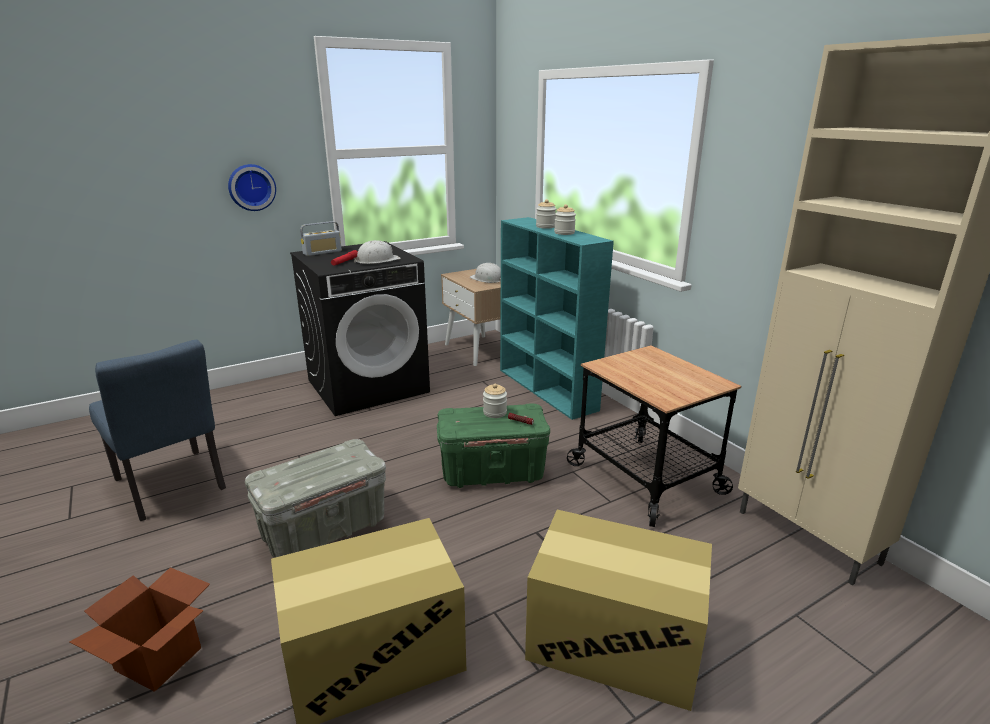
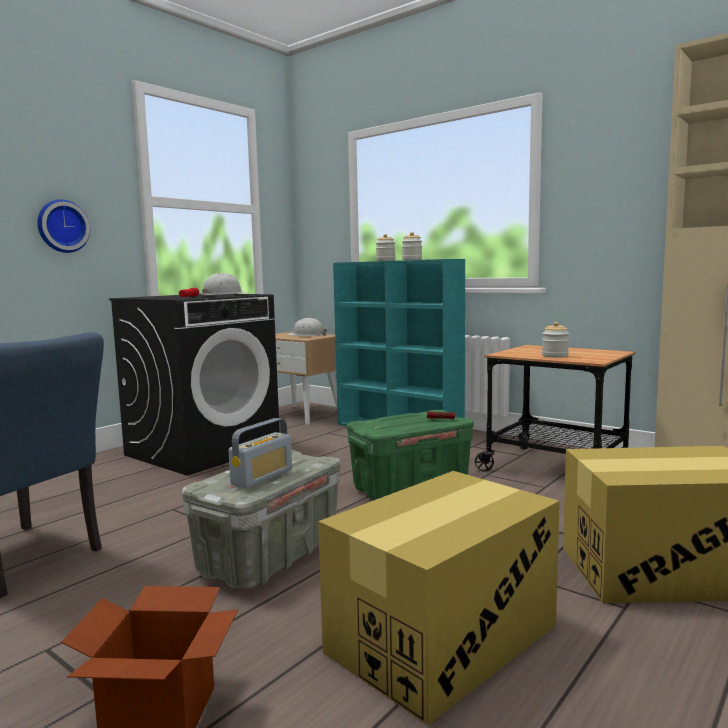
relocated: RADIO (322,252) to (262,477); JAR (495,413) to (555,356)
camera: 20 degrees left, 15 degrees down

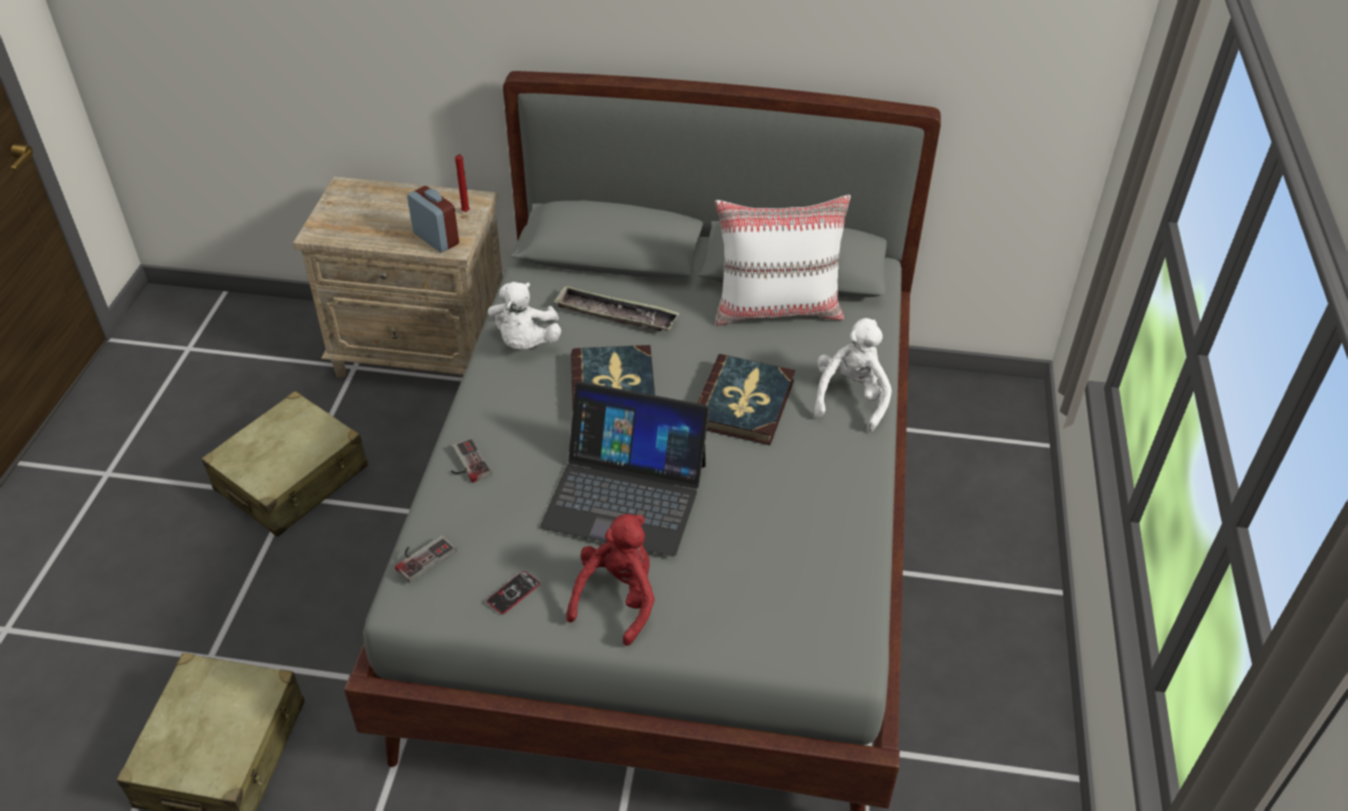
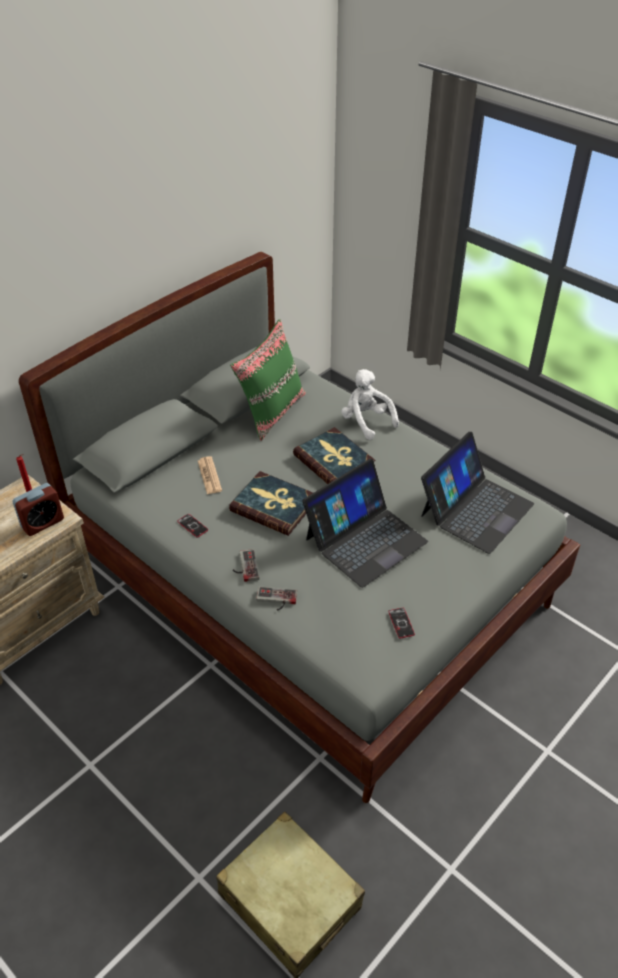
missing: BEIGE SUITCASE (292,479); RED PLUSH TOY (618,599)
appeared: LAPTOP (475,509)
relocated: GAME CONTROLLER (422,556) to (244,567)
exchanged: WHITE PLUSH TOY (525,343) to PHONE (192,526); TRAY (616,315) to NEWSPAPER (209,476)
colour: WHITE PILLOW (777,309) to GREEN PILLOW (272,412)
spun: ALARM CLOCK (436,239) = (42,523) 150 degrees clockwise
camera: 55 degrees left, 0 degrees up

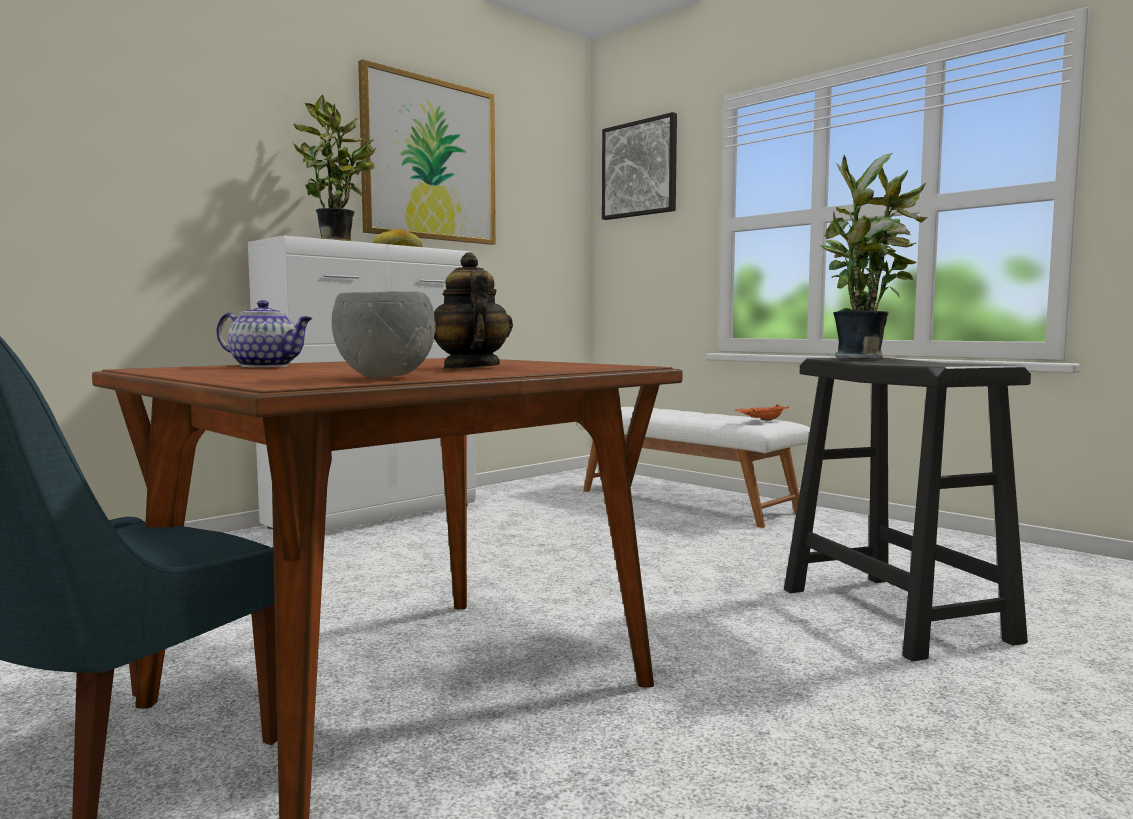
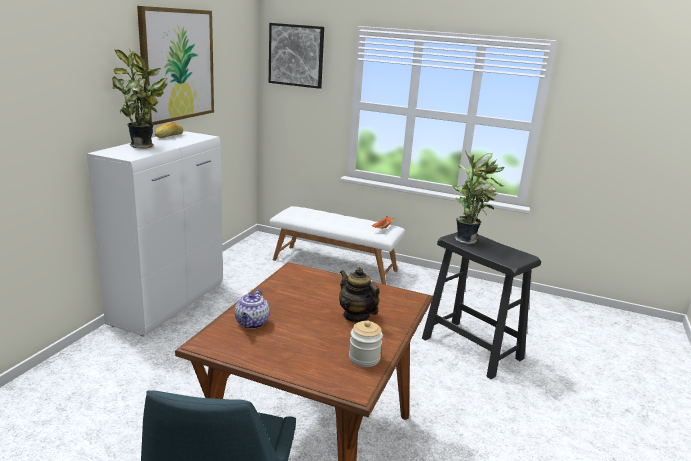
exchanged: GREY BOWL (386,377) to JAR (364,358)
spun: TEAPOT (267,366) = (252,323) 105 degrees clockwise
camera: 25 degrees left, 15 degrees up

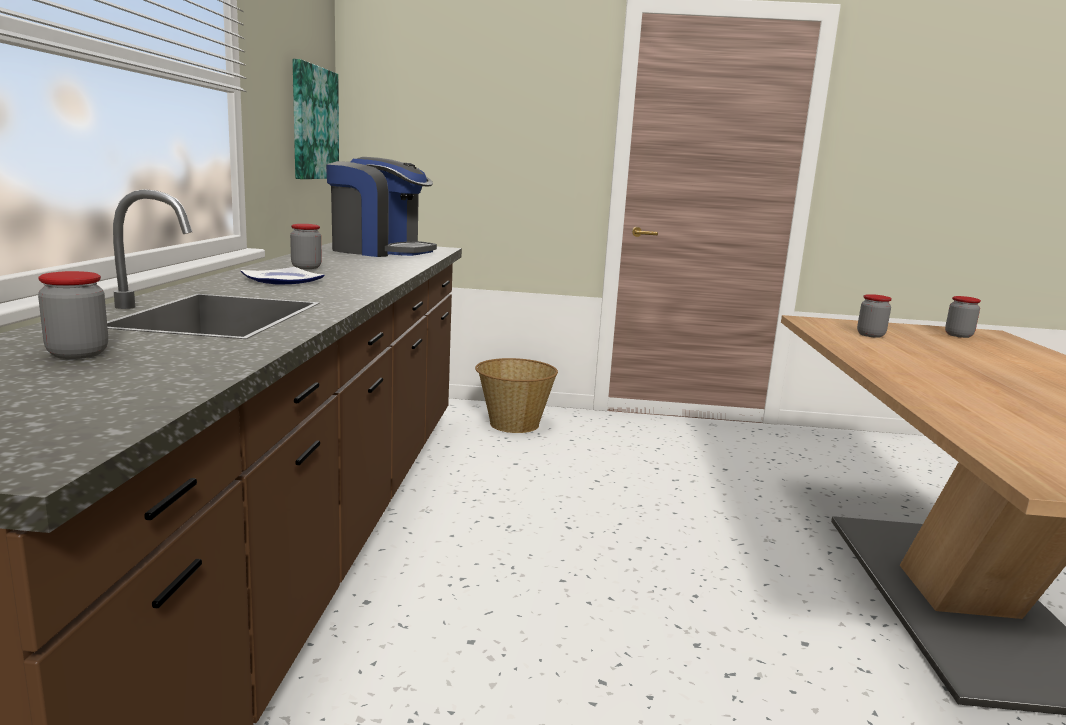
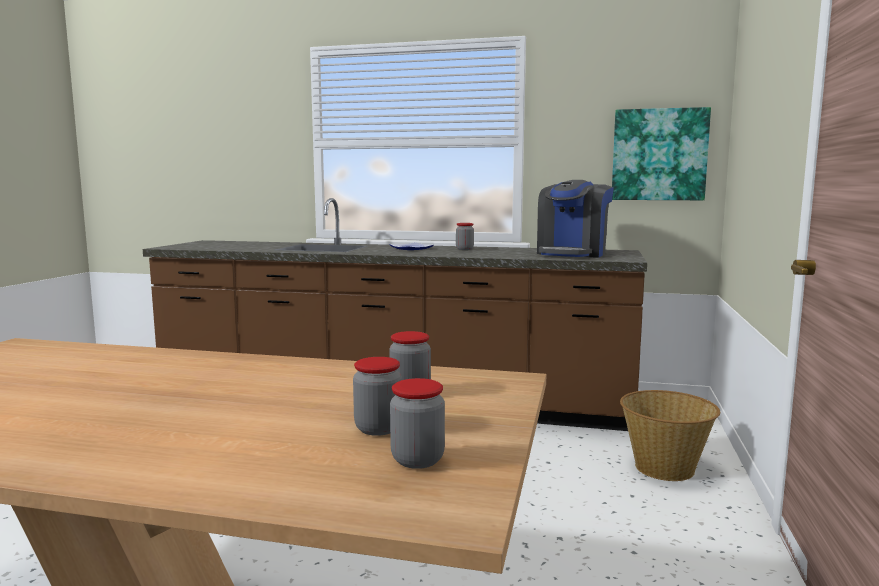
relocated: JAR (78,353) to (378,428)
camera: 100 degrees right, 5 degrees down

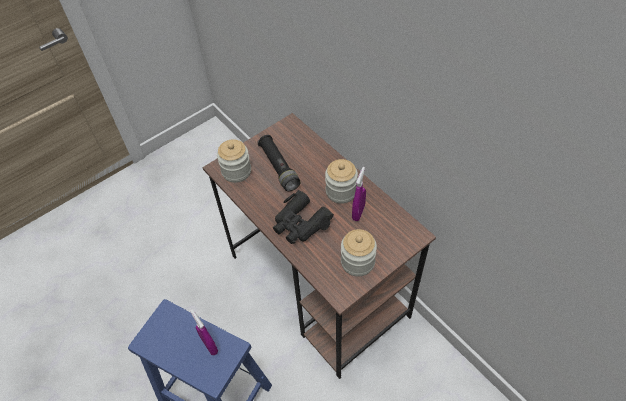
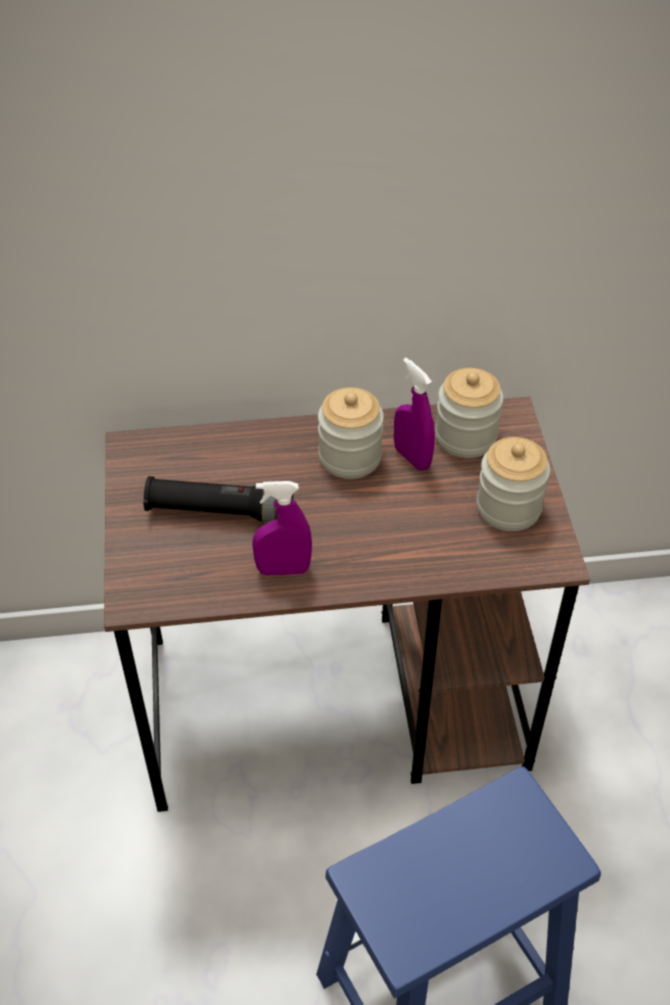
missing: BLACK BINOCULARS (300,223)
relocated: PURPLE SPRAY BOTTLE (209,345) to (283,570); JAR (236,171) to (465,437)
camera: 60 degrees left, 5 degrees down

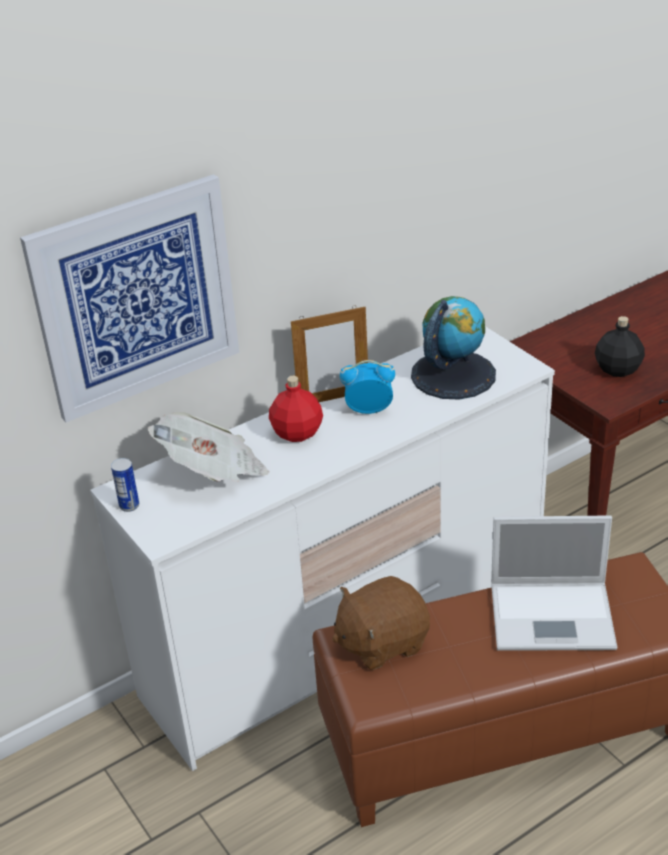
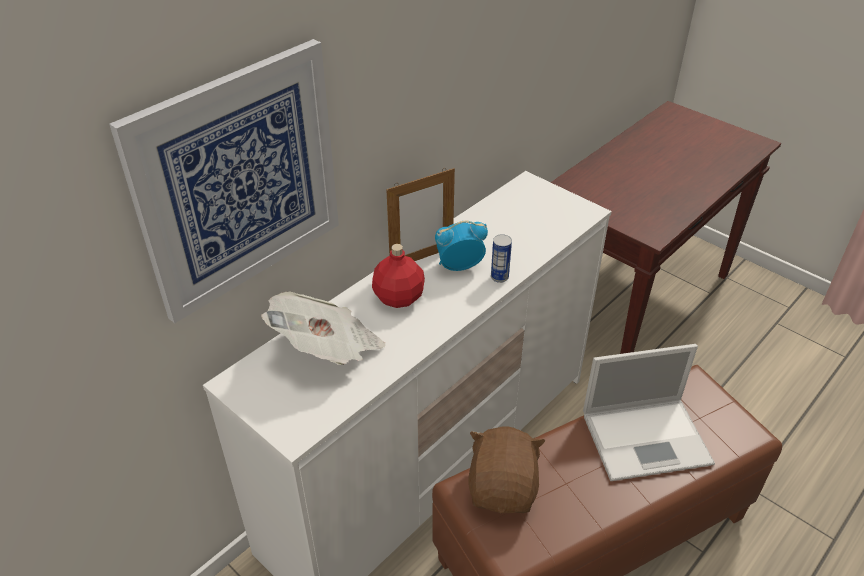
missing: GLOBE (453,374); BLACK BOTTLE (618,369)
relocated: CAN (129,505) to (499,277)
spun: BROWN PLUSH TOY (381,642) = (503,488) 135 degrees clockwise
camera: 15 degrees left, 5 degrees up

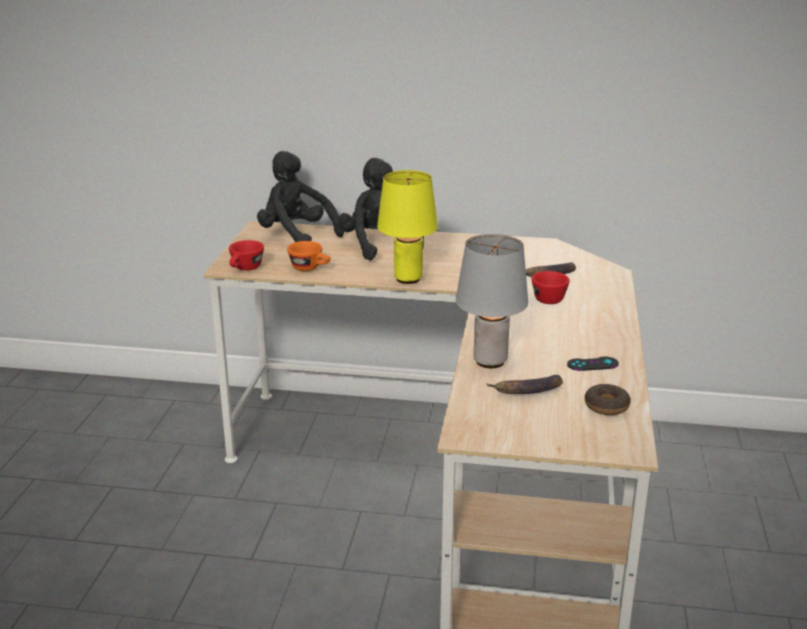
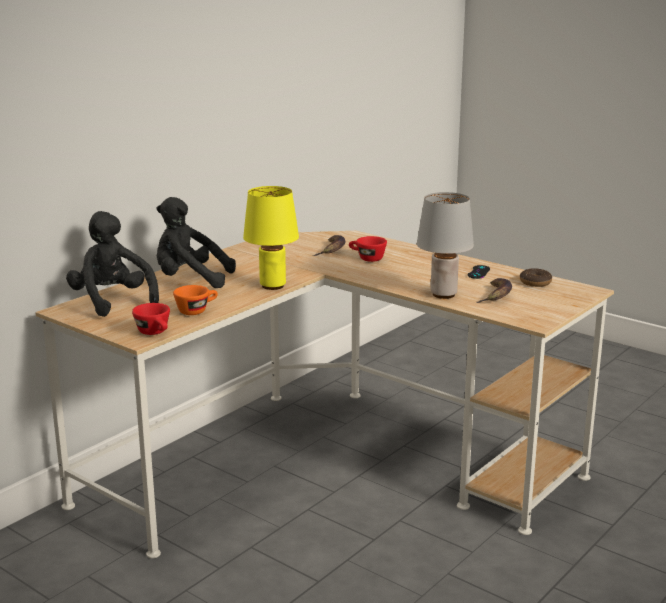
spun: BLACK PLUSH TOY (296,236) = (112,302) 75 degrees clockwise
camera: 60 degrees left, 5 degrees down

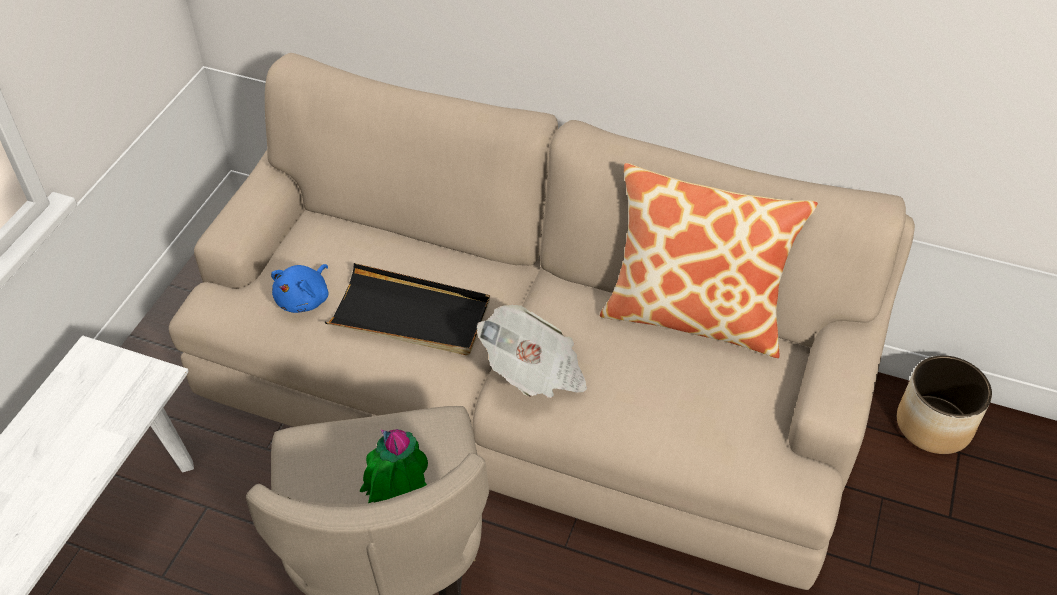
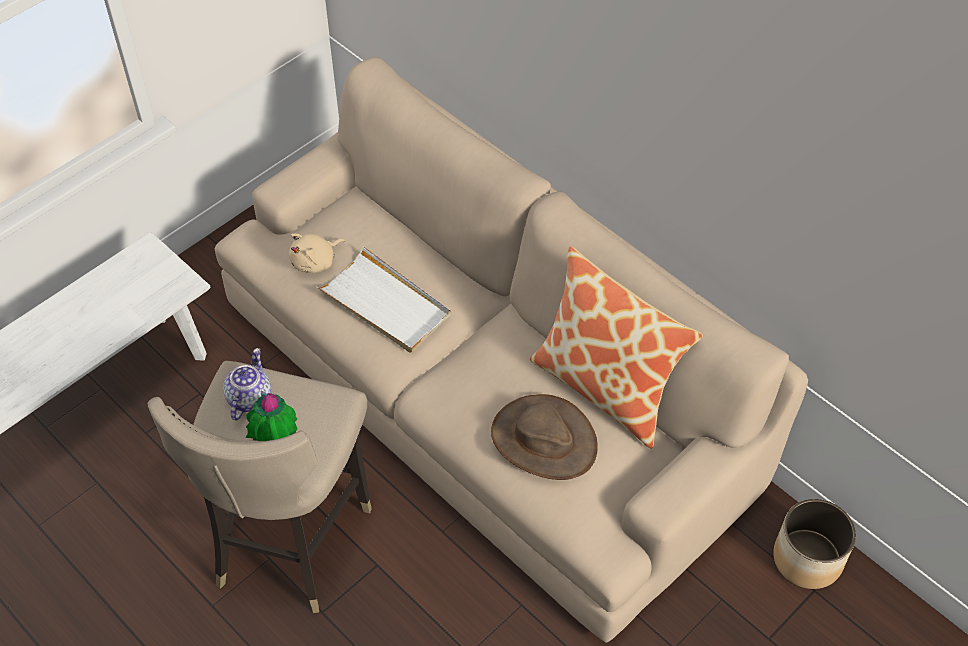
missing: NEWSPAPER (534,372)
appeared: TEAPOT (249,397); BROWN HAT (543,440)
colour: BLUE PLUSH TOY (305,299) to BEIGE PLUSH TOY (315,261); BLACK TRAY (410,315) to WHITE TRAY (385,304)
camera: 25 degrees right, 5 degrees up

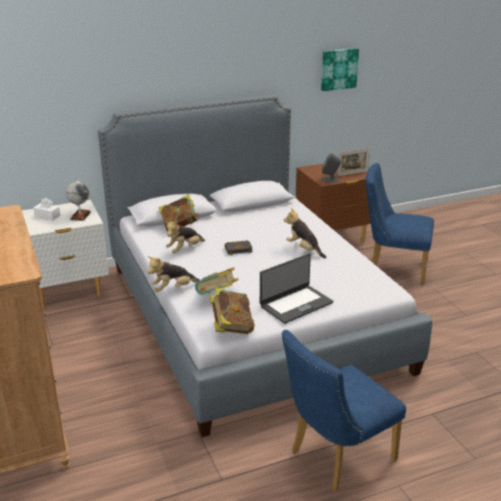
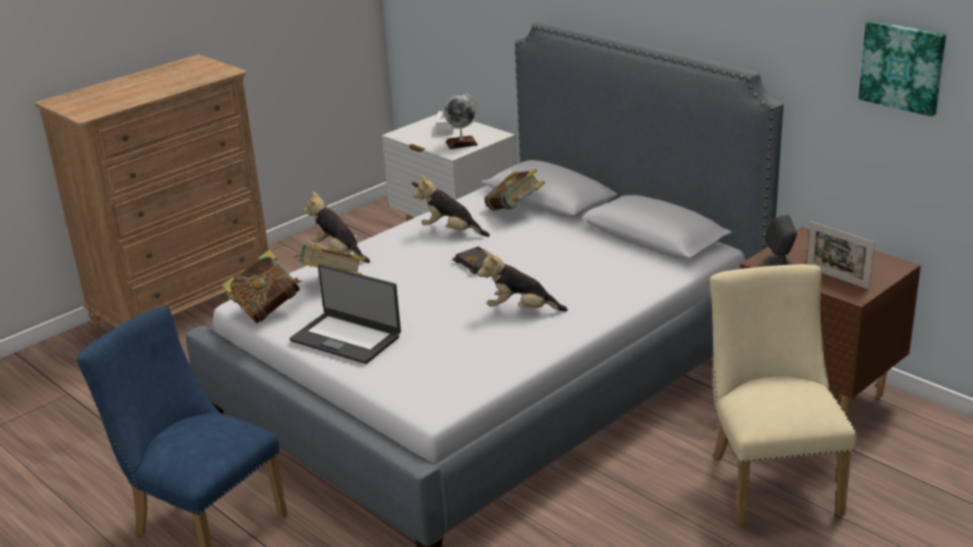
colour: BLUE CHAIR (392,267) to BEIGE CHAIR (771,479)
spun: PLUSH TOY (304,249) = (521,310) 105 degrees counterclockwise
camera: 70 degrees right, 0 degrees up

